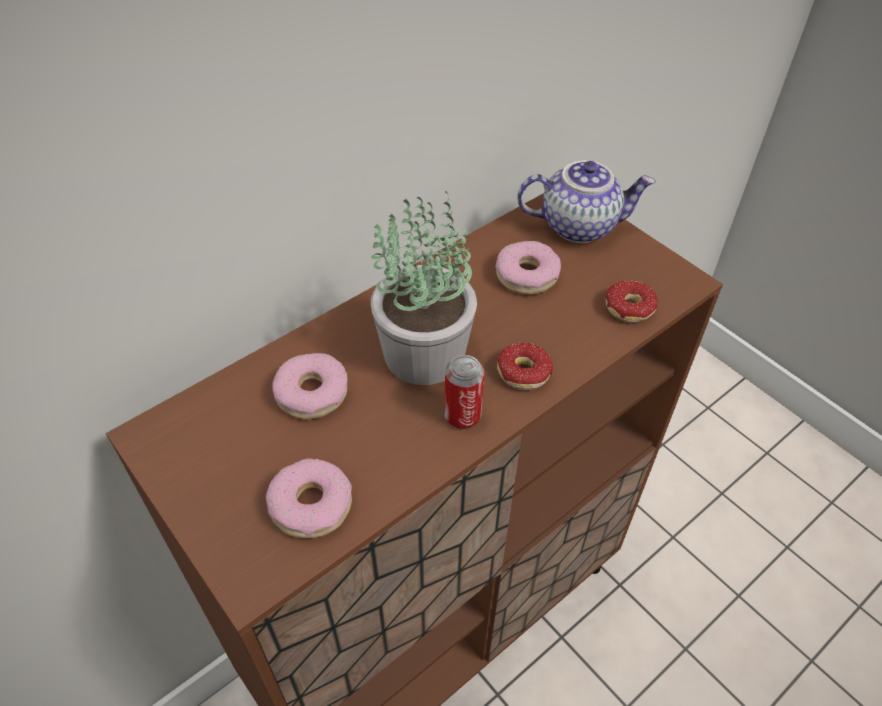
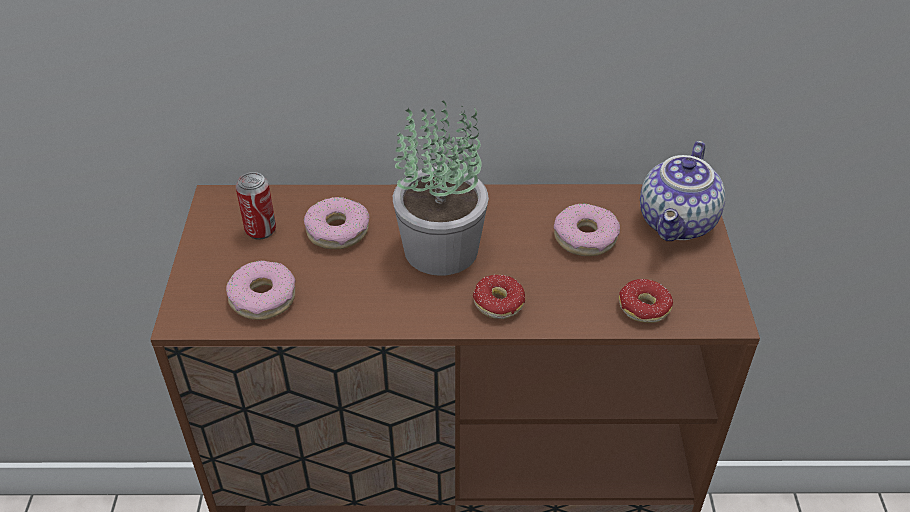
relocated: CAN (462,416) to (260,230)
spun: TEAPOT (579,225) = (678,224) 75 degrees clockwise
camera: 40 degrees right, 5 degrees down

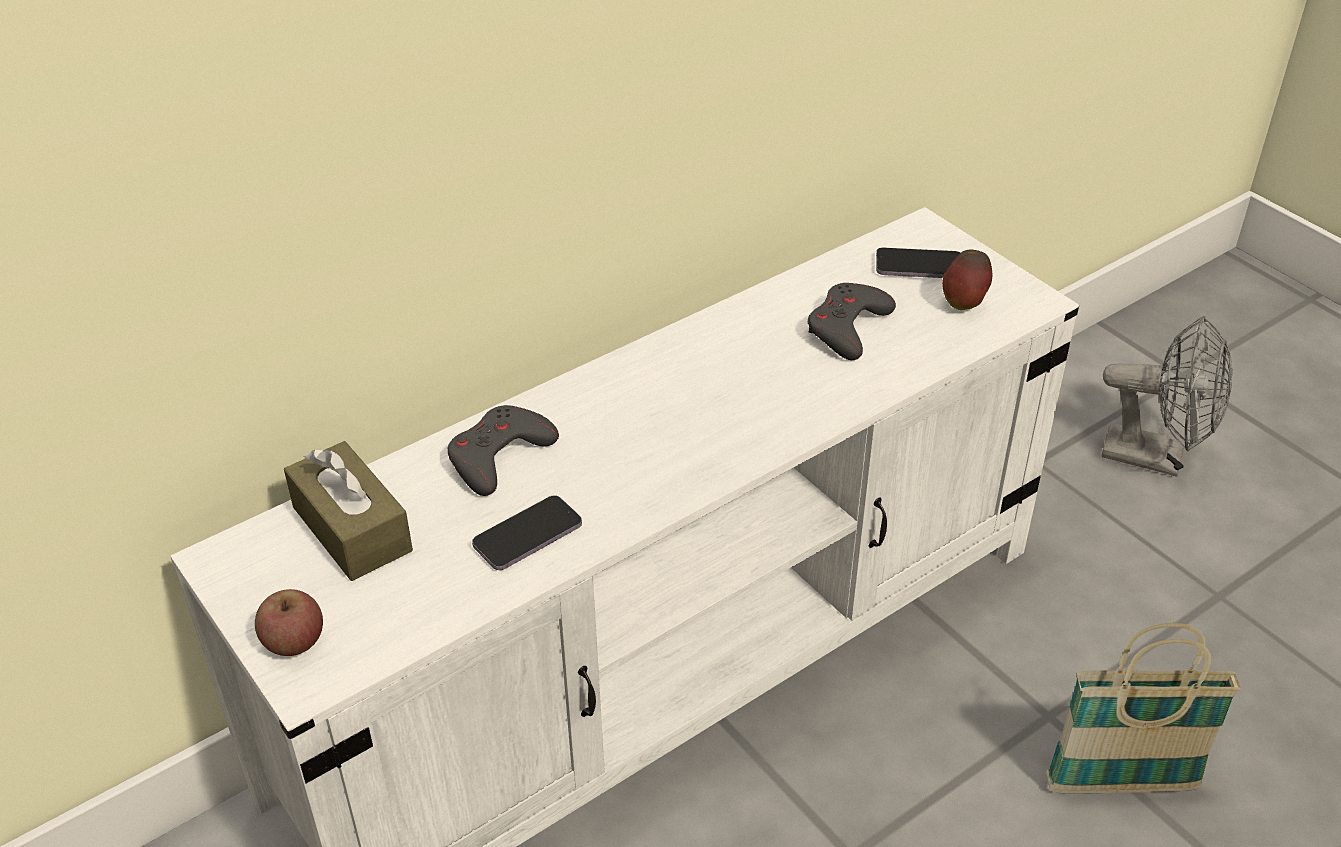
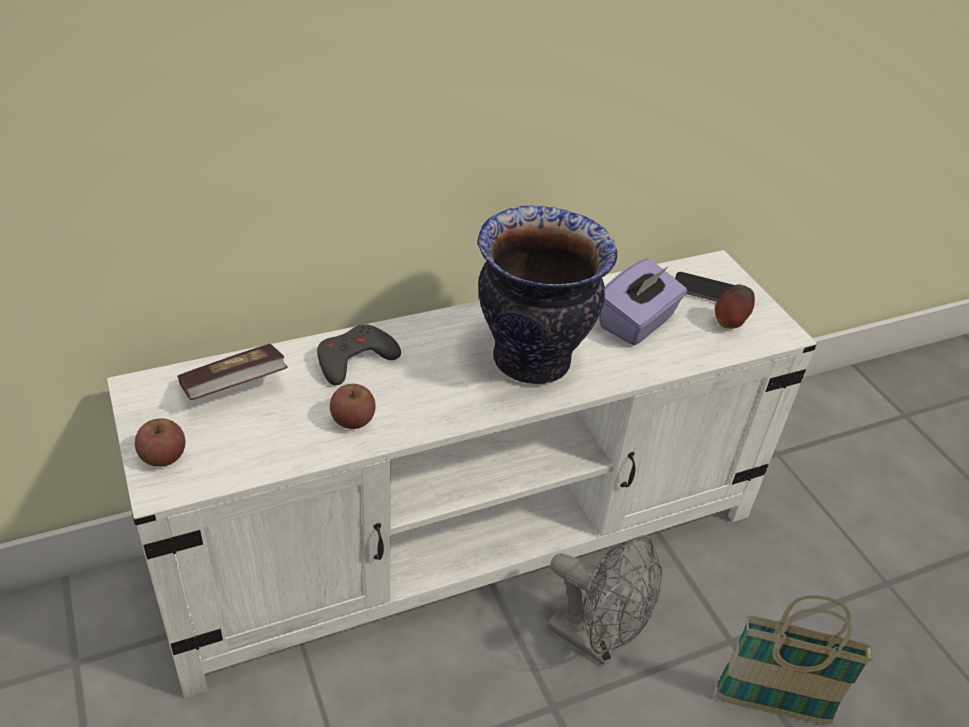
appeared: VASE (533,361)
relocated: GREY FAN (1156,457) to (596,639)
exchanged: BROWN TISSUE BOX (352,529) to BOOK (234,387); PHONE (527,536) to APPLE (353,420); GREY GAME CONTROLLER (847,327) to PURPLE TISSUE BOX (637,323)
camera: 10 degrees right, 0 degrees up

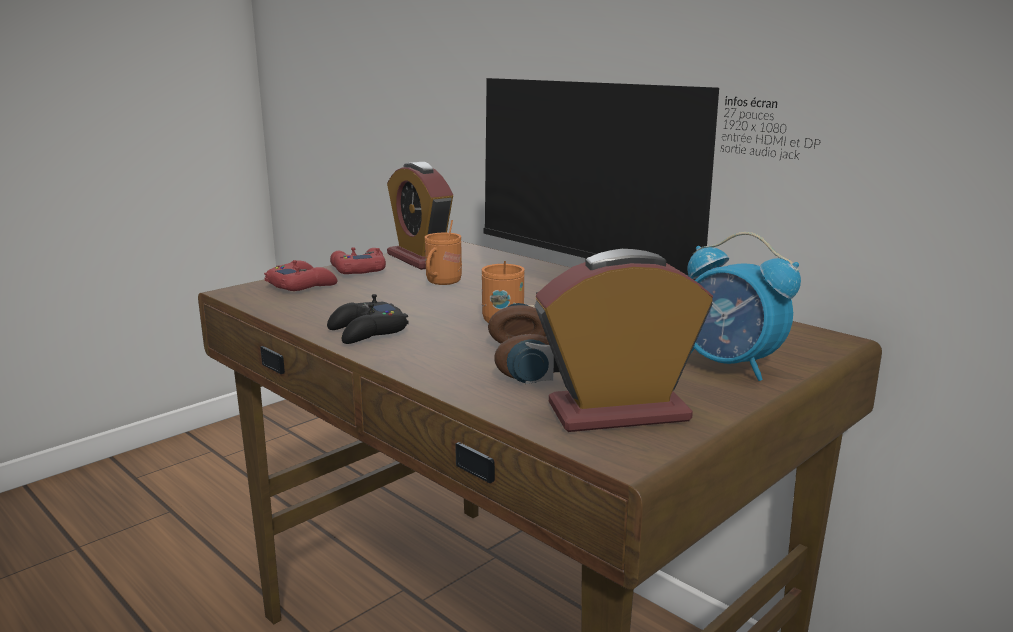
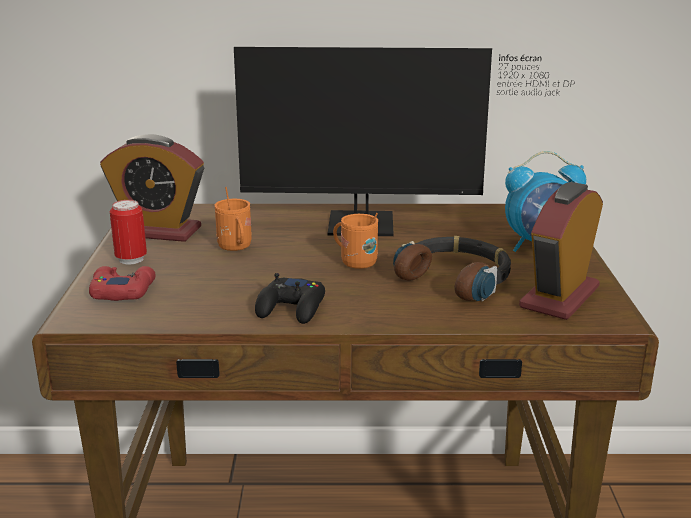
exchanged: RED GAME CONTROLLER (358,270) to CAN (131,259)
camera: 45 degrees left, 5 degrees up

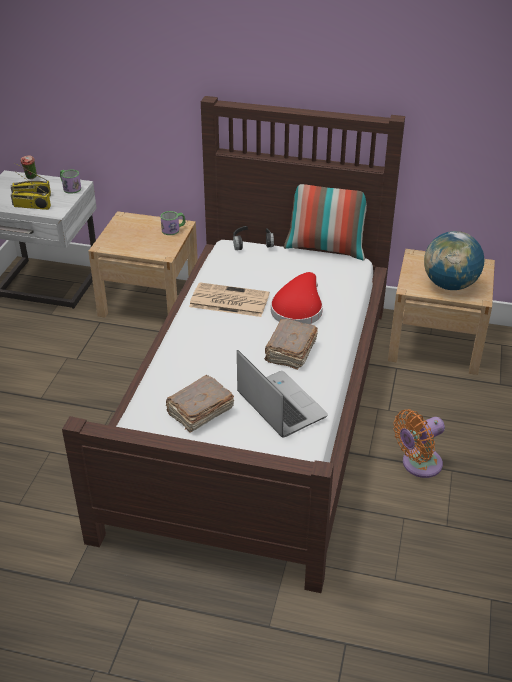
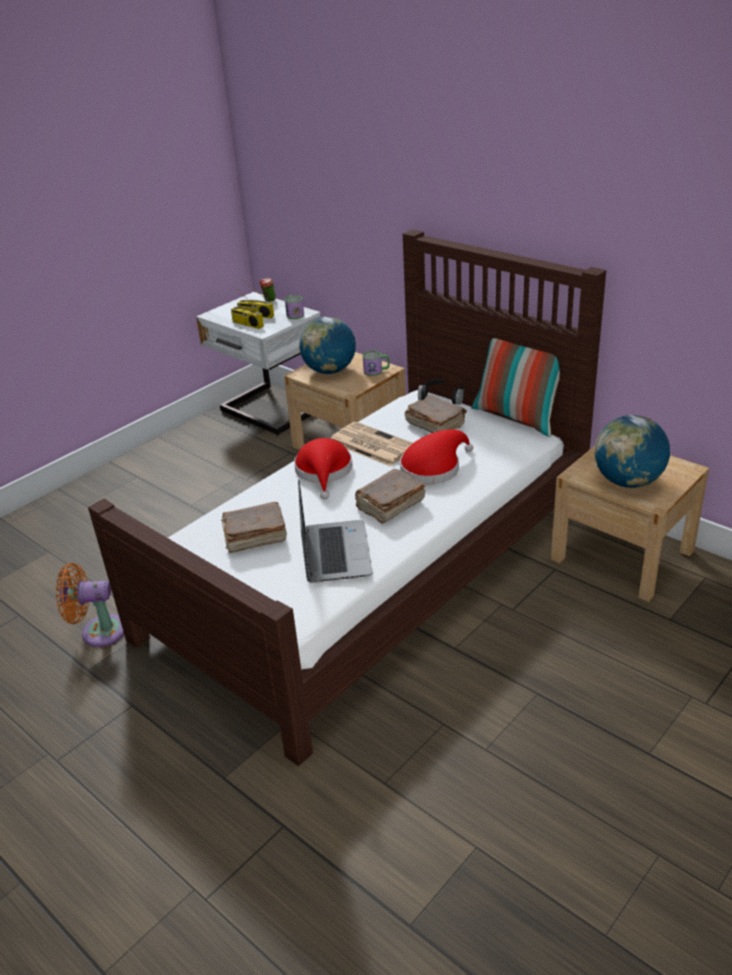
appeared: RED HAT (324,472); GLOBE (330,371); BROWN BOOK (435,425)
relocated: ORANGE FAN (418,464) to (99,631)
camera: 30 degrees right, 5 degrees down

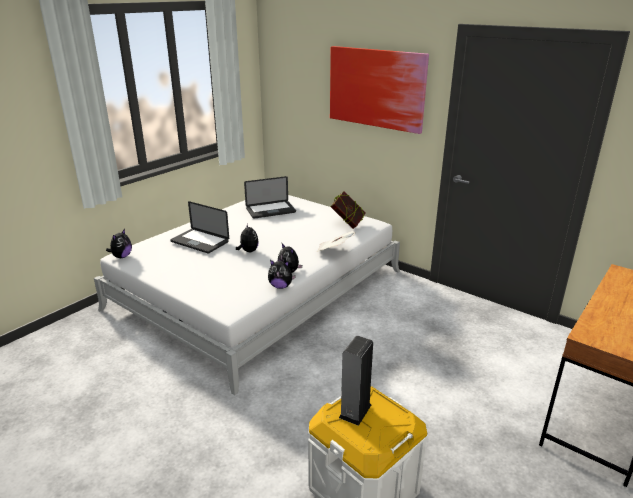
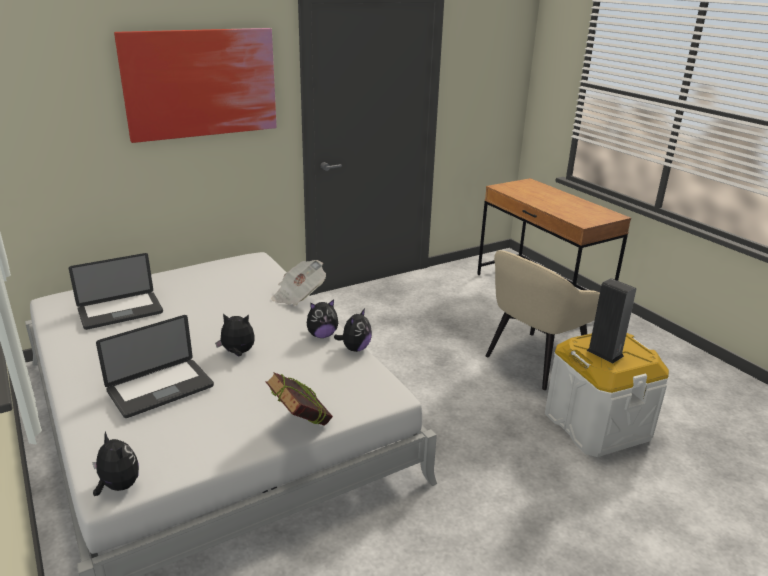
appeared: BEIGE ARMCHAIR (535,361)
relocated: BOOK (347,224) to (300,425)
spun: LAPTOP (271,210) = (120,312) 60 degrees clockwise
camera: 70 degrees left, 0 degrees up

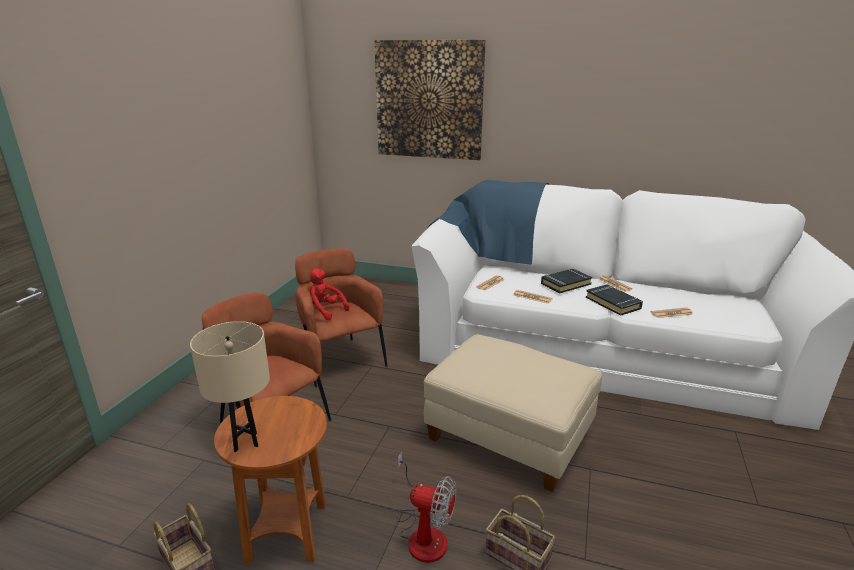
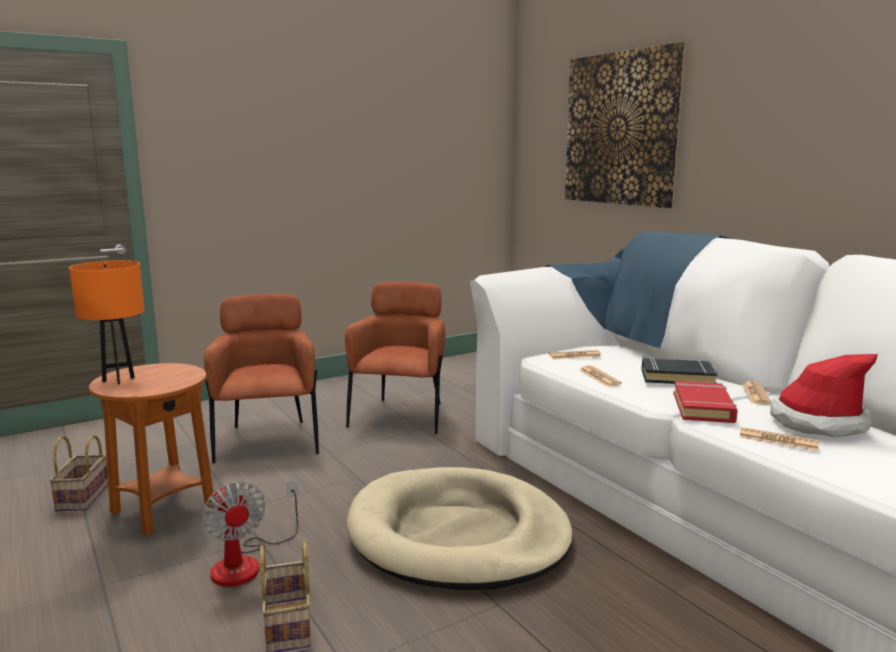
missing: RED PLUSH TOY (324,311)
appeared: HAT (817,422)
exchanged: BEIGE OTTOMAN (509,436) to BEIGE DOG BED (458,535)
colour: BEIGE TABLE LAMP (245,442) to ORANGE TABLE LAMP (118,379); BLACK BOOK (613,303) to RED BOOK (703,408)
camera: 40 degrees right, 10 degrees down

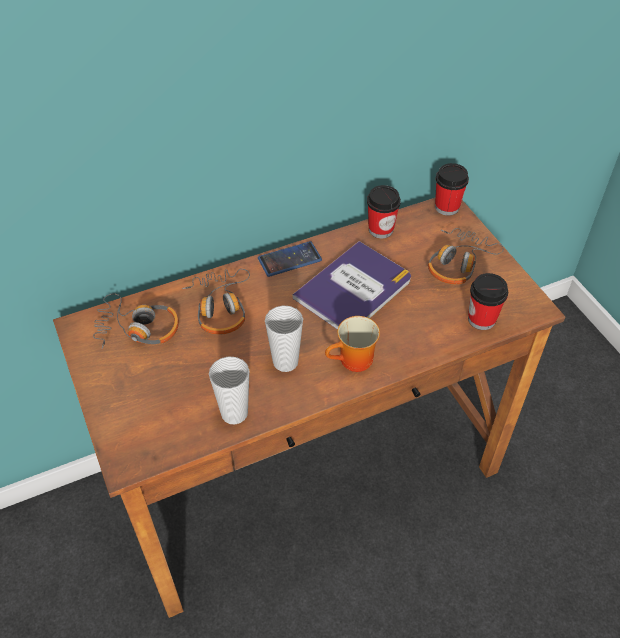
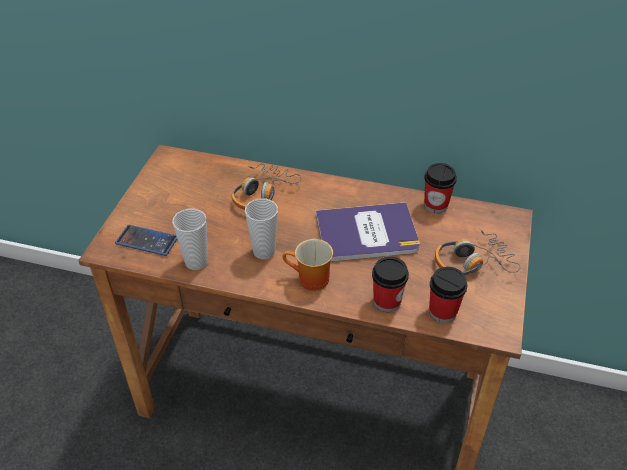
missing: HEADPHONES (138,329)
relocated: PHONE (289,259) to (147,241); CUP (447,207) to (387,301)
camera: 40 degrees right, 5 degrees down

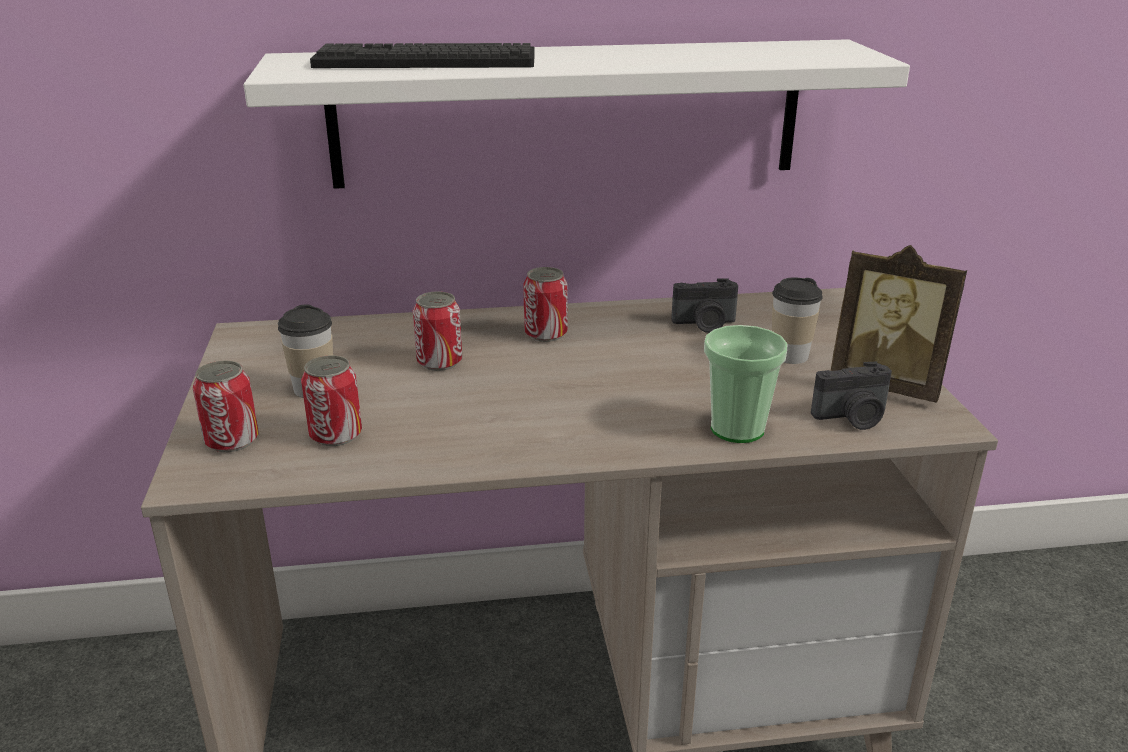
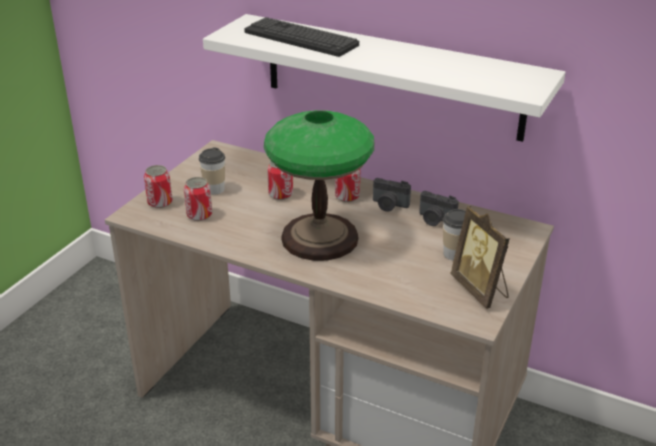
missing: CUP (737,429)
appeared: TABLE LAMP (320,238)
relocated: PHOTO CAMERA (852,418) to (389,205)
camera: 35 degrees right, 5 degrees up

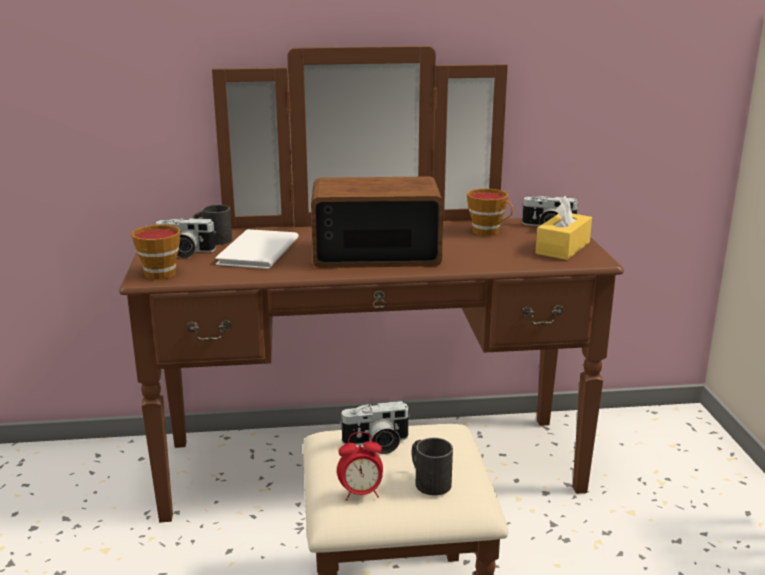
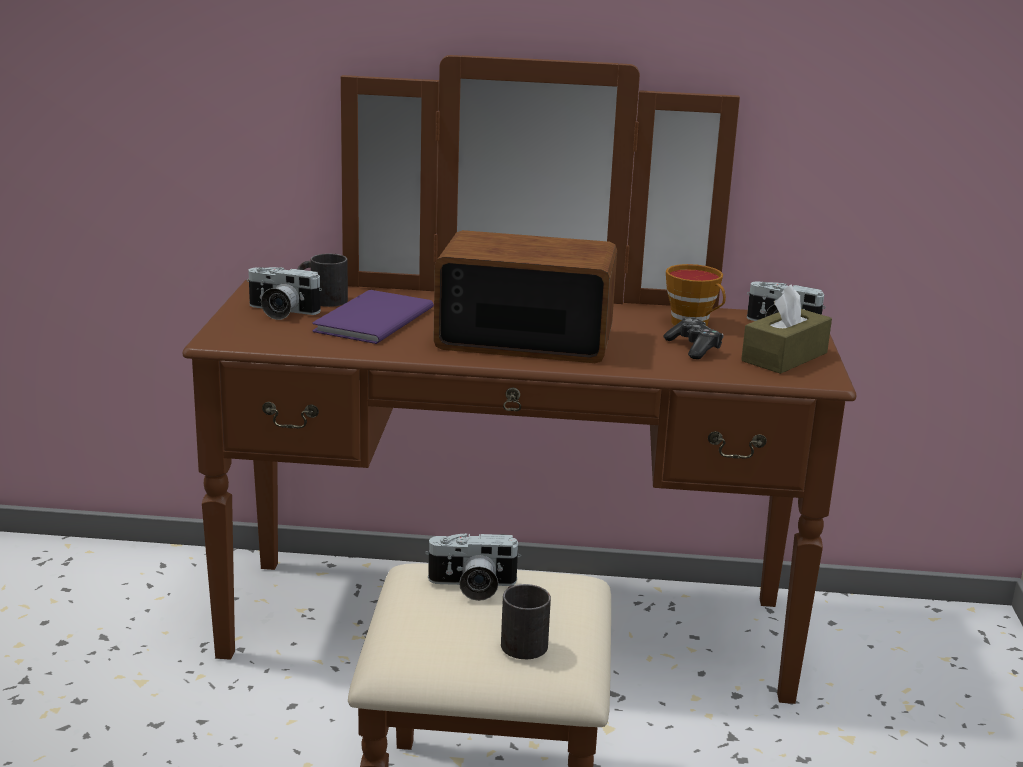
missing: CUP (160,272); ALARM CLOCK (361,493)
appeared: GAME CONTROLLER (694,348)
colour: WHITE BOOK (255,251) to PURPLE BOOK (369,320); YELLOW TISSUE BOX (563,248) to BROWN TISSUE BOX (784,357)
camera: 10 degrees right, 0 degrees up

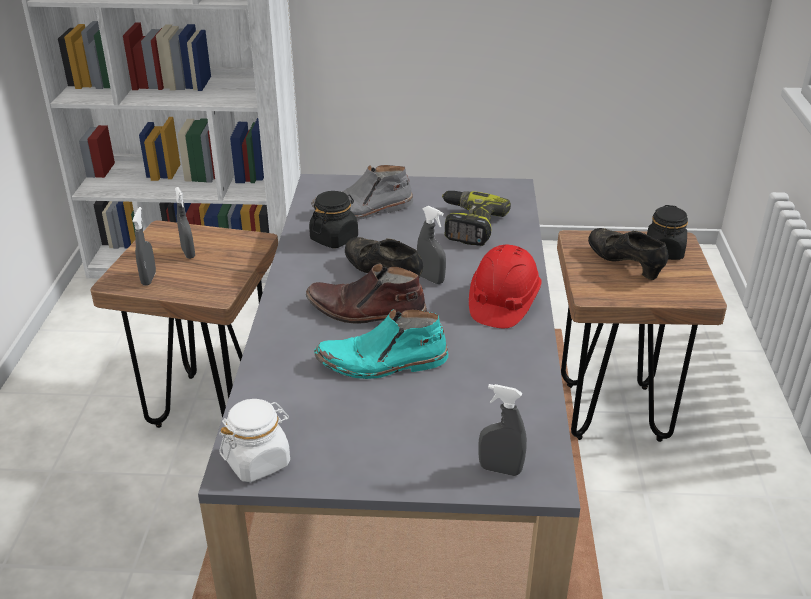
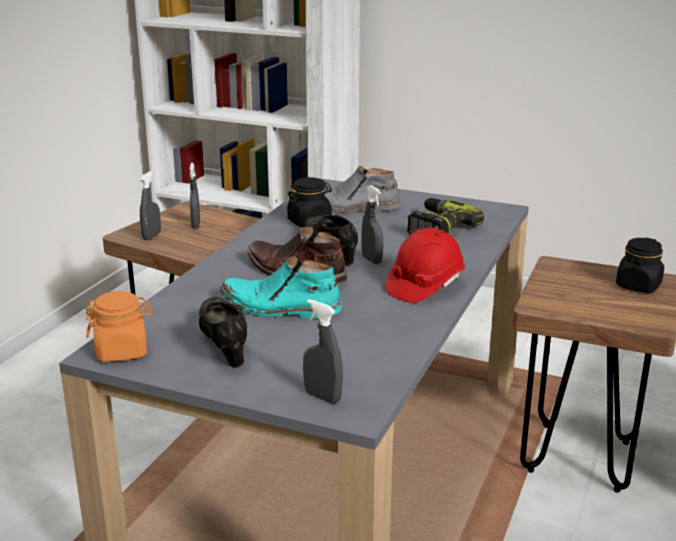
relocated: BLACK SHOE (625,265) to (224,346)
colour: WHITE JAR (257,461) to ORANGE JAR (122,351)
camera: 20 degrees right, 10 degrees down

